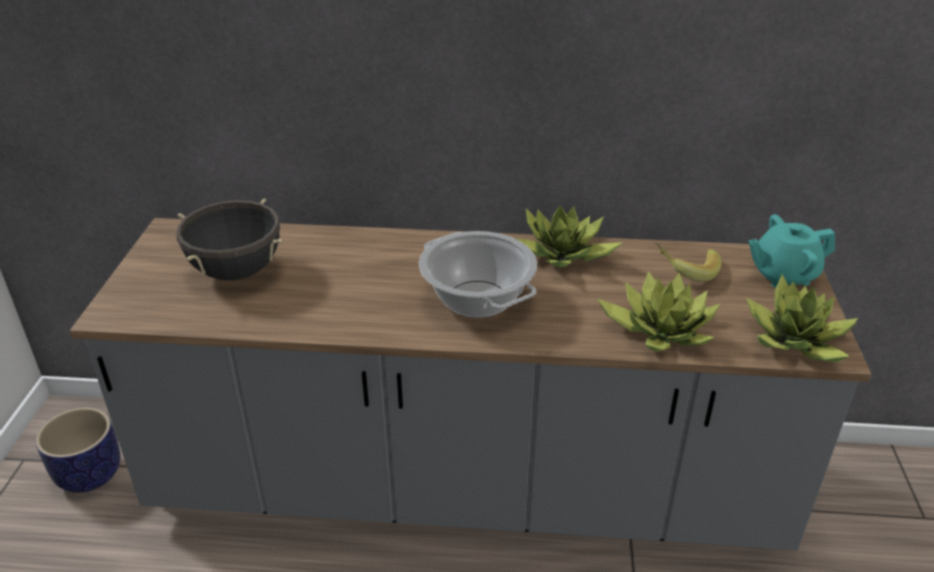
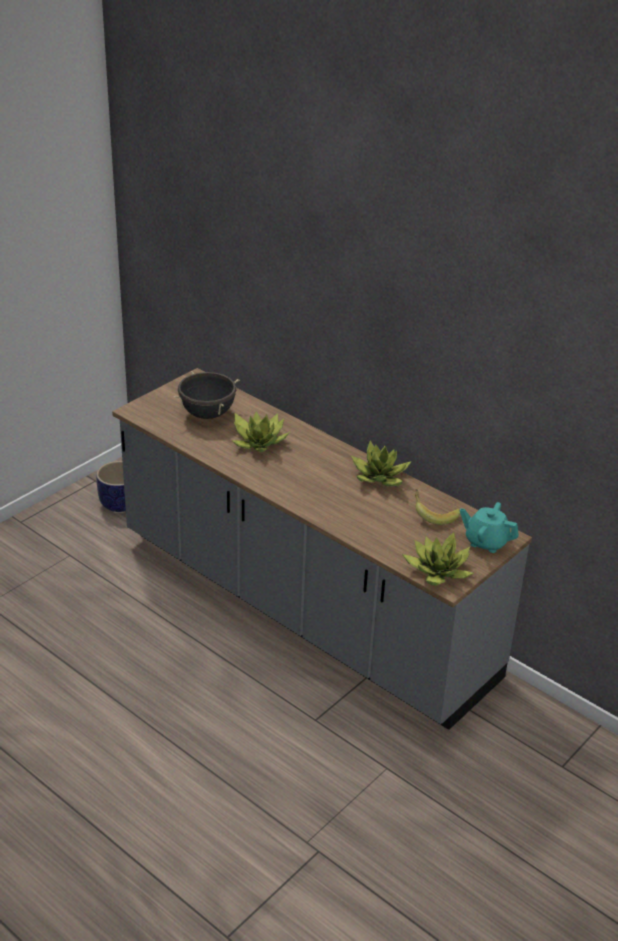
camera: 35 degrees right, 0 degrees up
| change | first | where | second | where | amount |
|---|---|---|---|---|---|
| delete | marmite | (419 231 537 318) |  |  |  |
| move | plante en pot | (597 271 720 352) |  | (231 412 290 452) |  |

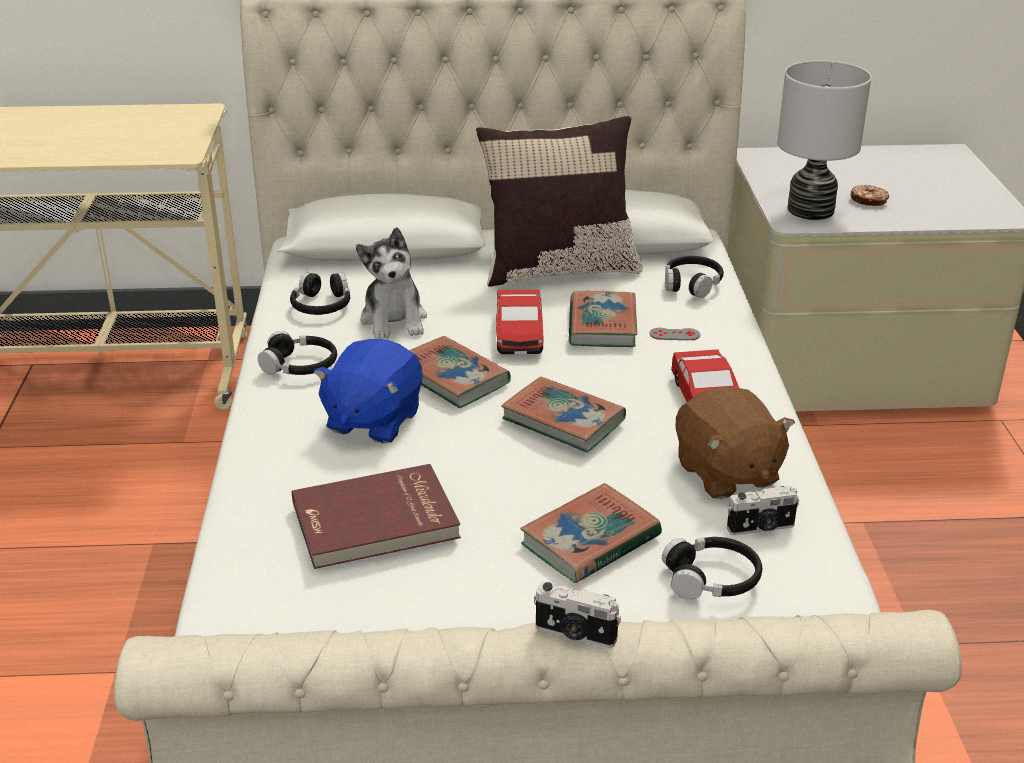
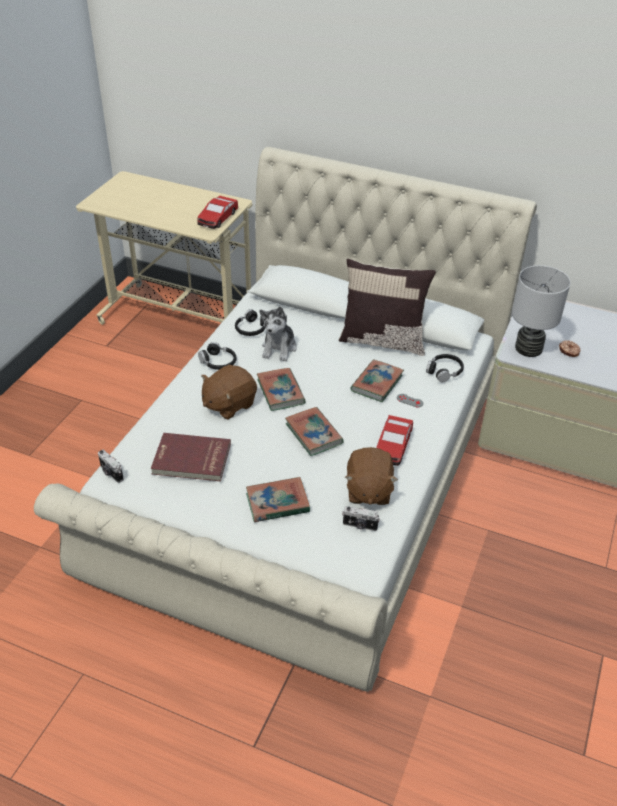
camera: 25 degrees right, 10 degrees up
| change | first | where | second | where | amount |
|---|---|---|---|---|---|
| move | petite voiture | (496 290 543 354) |  | (197 196 238 229) |  |
| recolor | peluche/bleu | (313 339 423 444) | peluche/marron | (201 365 257 419) |  |
| delete | casque audio/noir | (662 537 762 600) |  |  |  |
| move | appareil photo | (534 582 621 648) |  | (98 450 124 483) |  |

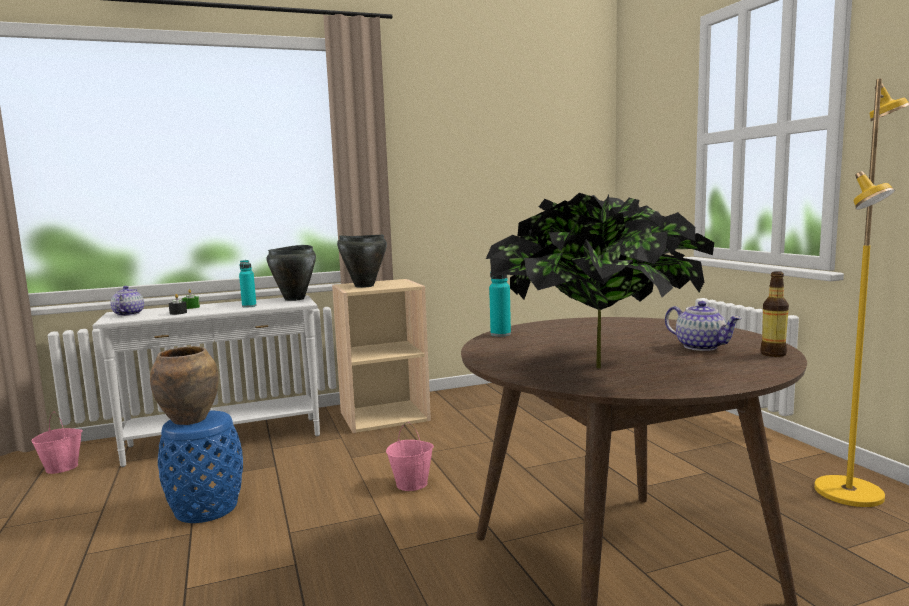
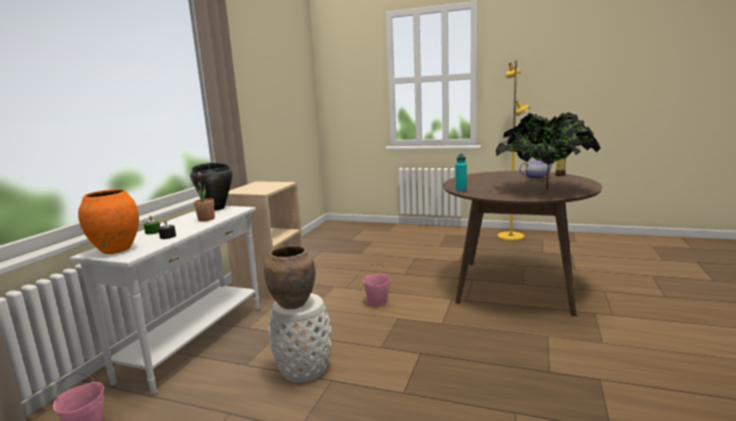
camera: 50 degrees left, 5 degrees up
| change | first | where | second | where | amount |
|---|---|---|---|---|---|
| delete | marmite/noir | (337 234 387 288) |  |  |  |
| replace | bouteille/turquoise | (239 260 257 308) | plante en pot | (194 172 215 221) |  |
| replace | théière | (111 286 144 316) | vase/orange | (78 189 139 254) |  |
| recolor | tabouret/bleu | (158 411 243 523) | tabouret/blanc | (269 293 332 382) |  |

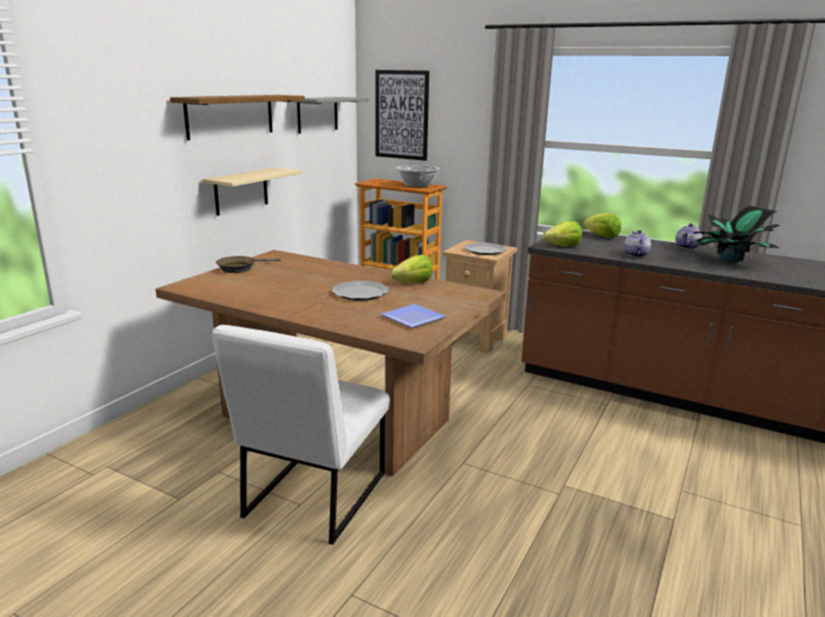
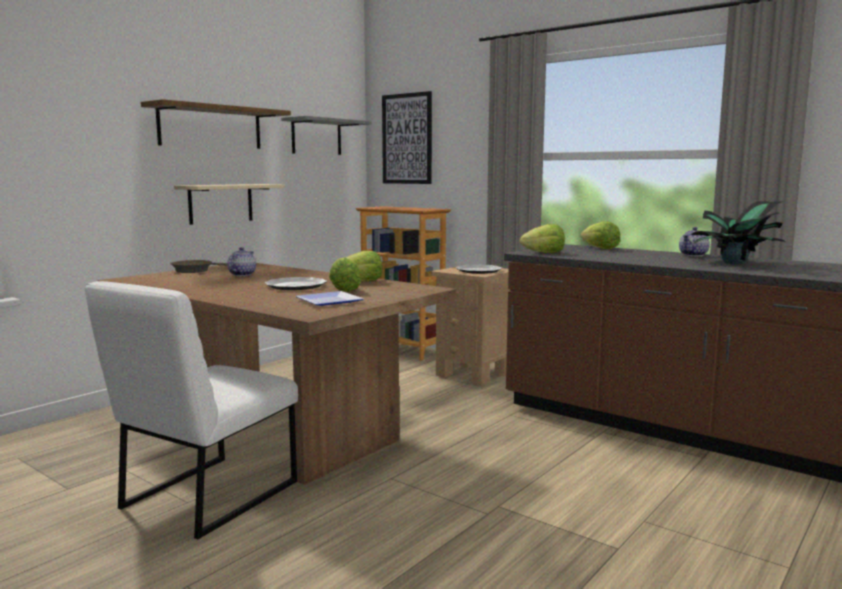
camera: 10 degrees right, 10 degrees down
| change | first | where | second | where | amount |
|---|---|---|---|---|---|
| delete | marmite | (396 165 440 188) |  |  |  |
| move | théière | (624 230 651 257) |  | (227 247 256 276) |  |
| insert |  |  | laitue | (329 257 361 292) |  |

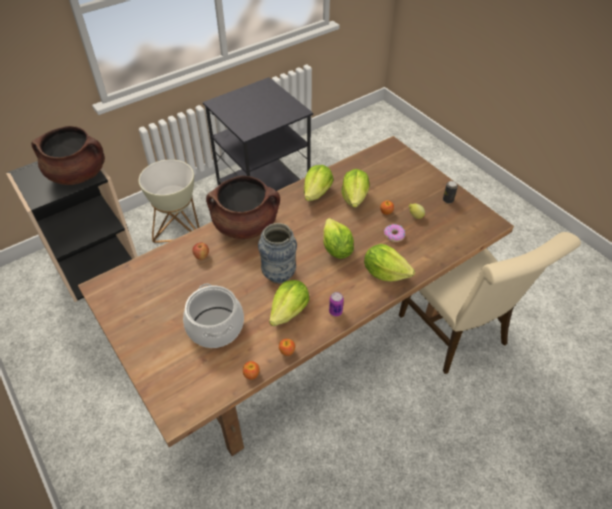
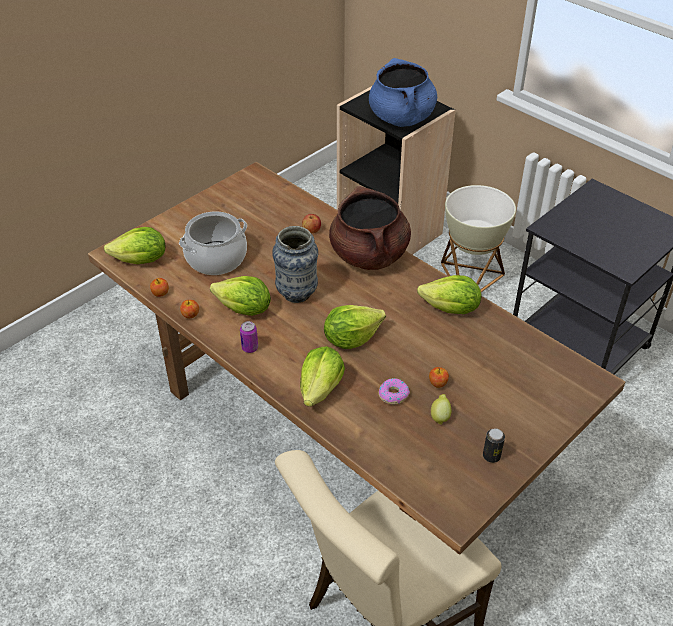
camera: 80 degrees right, 5 degrees down
| change | first | where | second | where | amount |
|---|---|---|---|---|---|
| recolor | marmite/marron | (31 126 105 185) | marmite/bleu | (369 58 437 127) |  |
| move | laitue | (342 169 369 208) |  | (104 227 165 264) |  |

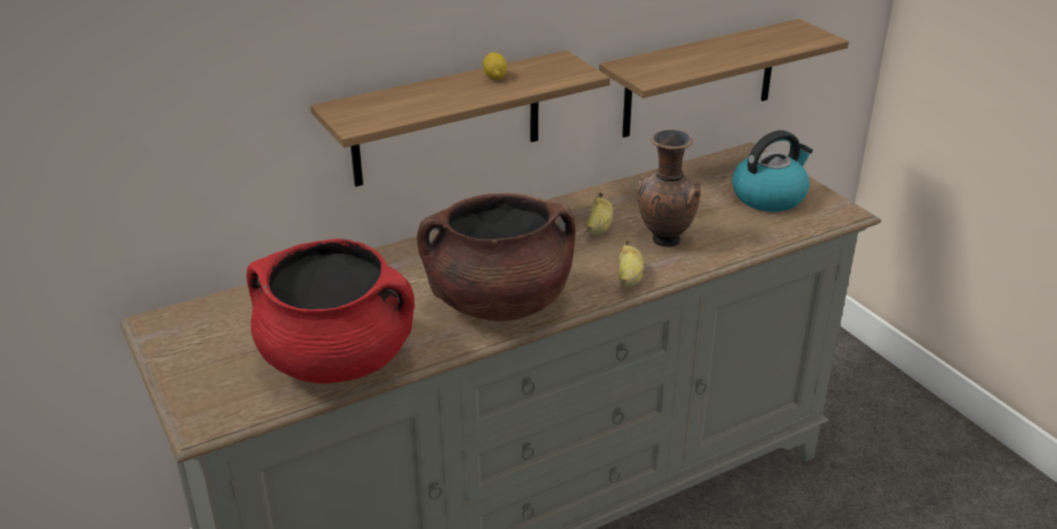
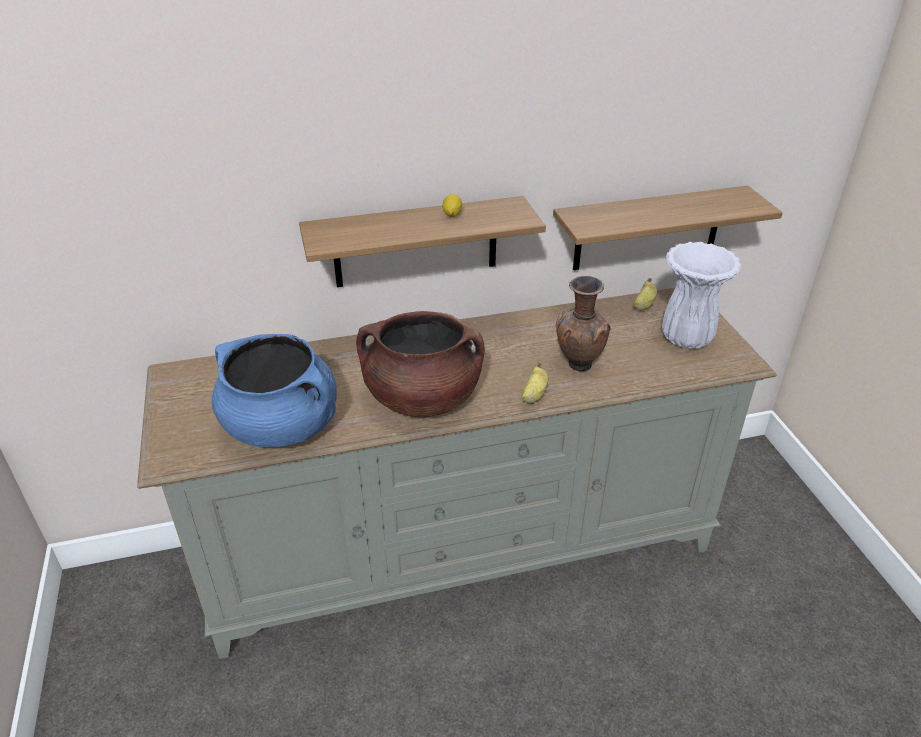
camera: 15 degrees right, 5 degrees up
| change | first | where | second | where | amount |
|---|---|---|---|---|---|
| replace | bouilloire | (732 130 813 212) | vase/blanc | (662 242 742 349) |  |
| move | banane | (587 192 613 235) |  | (633 278 657 310) |  |
| recolor | marmite/rouge | (246 239 415 384) | marmite/bleu | (212 334 337 447) |  |

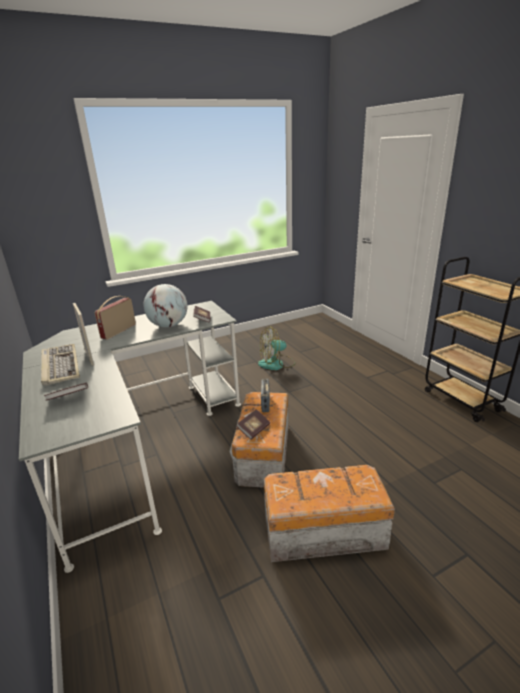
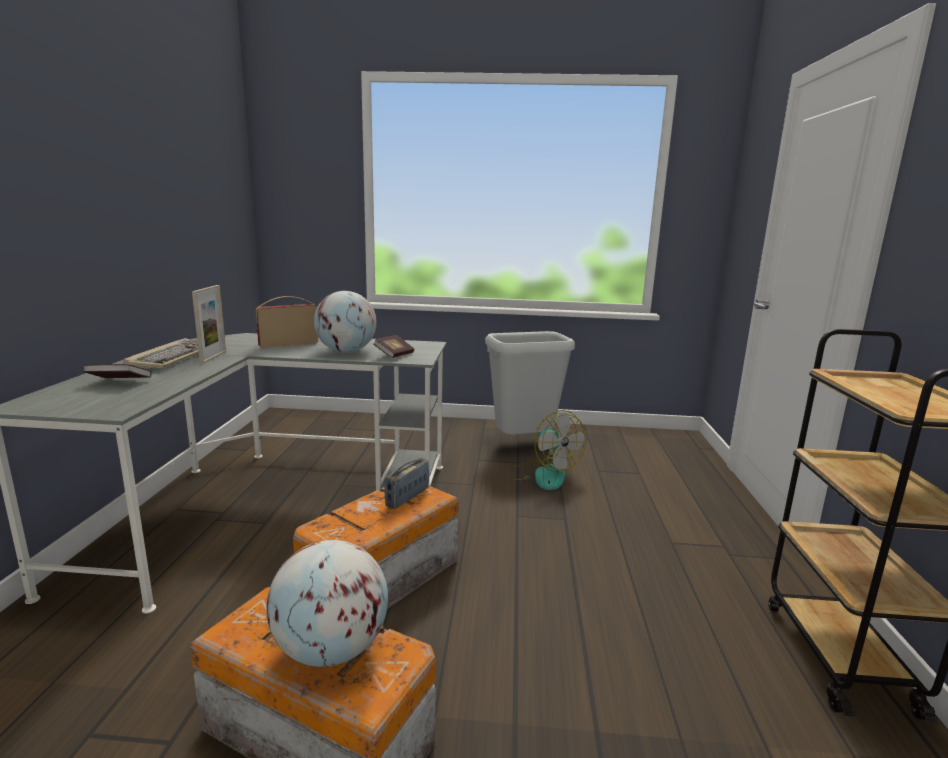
camera: 30 degrees right, 10 degrees down
| change | first | where | second | where | amount |
|---|---|---|---|---|---|
| rotate | ventilateur | (258 327 296 370) |  | (508 410 586 490) | 135 degrees counterclockwise |
| delete | livre | (237 409 270 440) |  |  |  |
| insert |  |  | poubelle/gris | (485 331 575 435) |  |
| insert |  |  | globe | (266 540 388 667) |  |

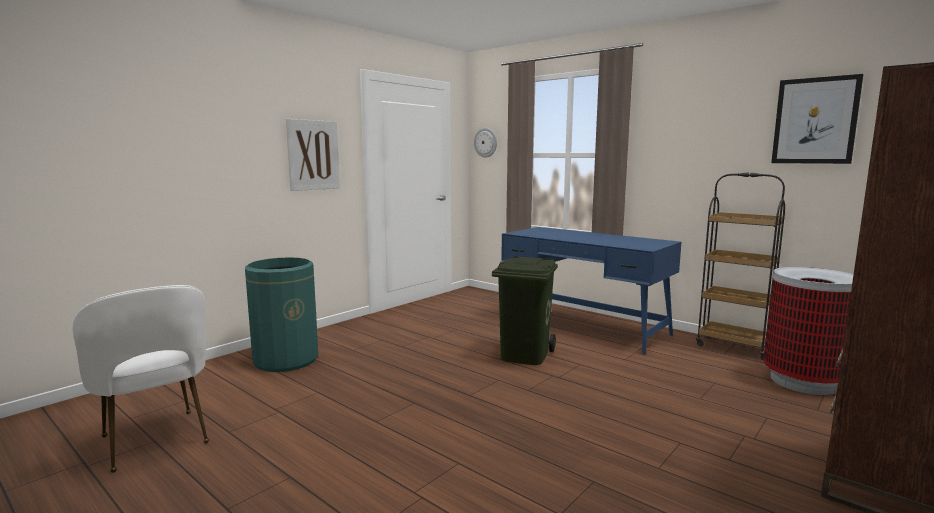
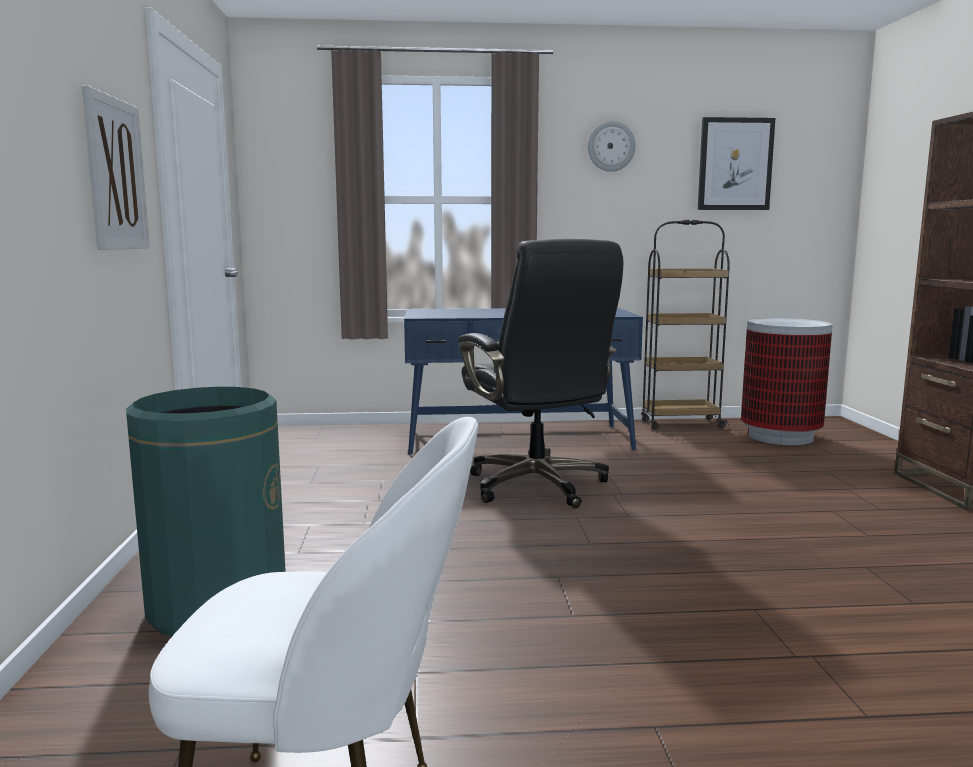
camera: 45 degrees left, 0 degrees up
| change | first | where | second | where | amount |
|---|---|---|---|---|---|
| move | horloge murale | (474 128 497 158) |  | (588 121 636 172) |  |
| replace | poubelle/vert | (492 256 558 365) | chaise de bureau/noir | (458 239 623 508) |  |

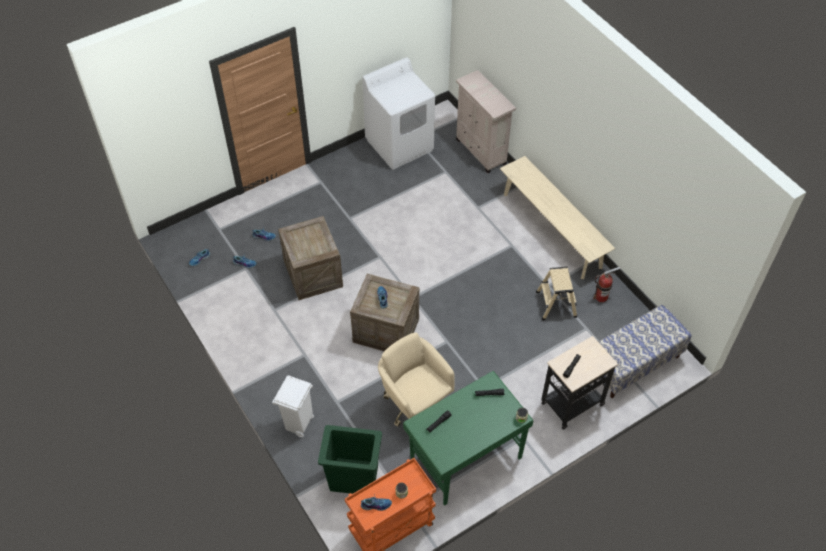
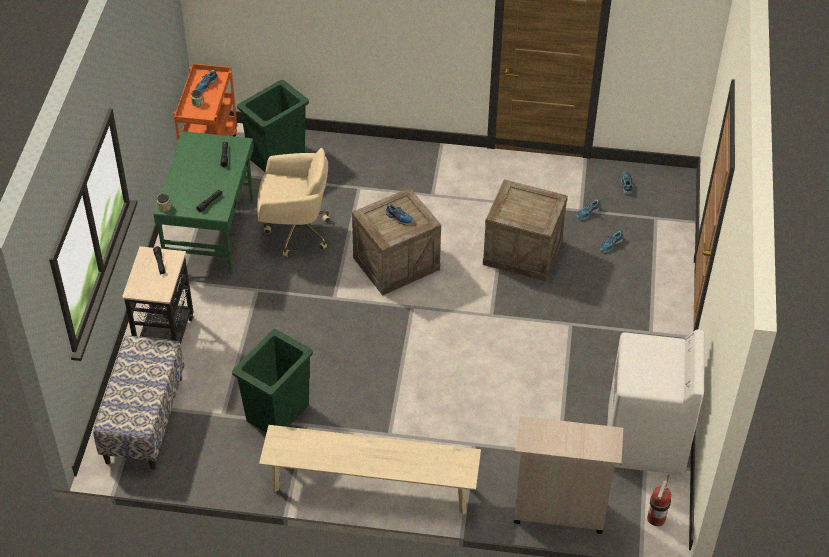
camera: 130 degrees right, 5 degrees down
| change | first | where | second | where | amount |
|---|---|---|---|---|---|
| replace | escabeau/beige | (536 267 577 321) | poubelle/vert | (232 329 313 433) |  |
| move | extincteur | (593 267 621 302) |  | (647 474 671 526) |  |
| delete | poubelle/blanc | (272 375 314 437) |  |  |  |

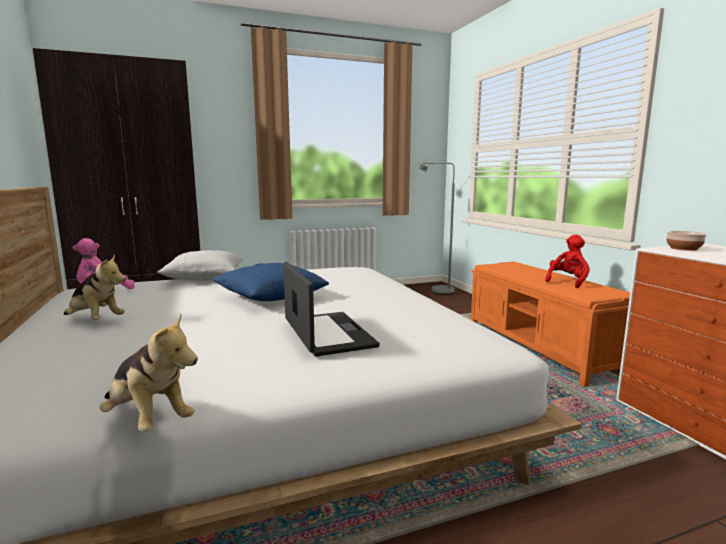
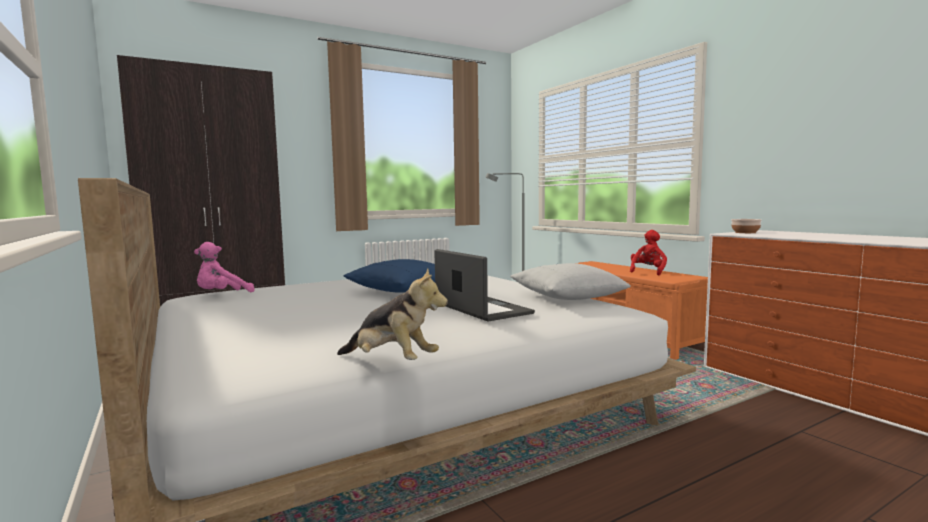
camera: 10 degrees left, 5 degrees down
| change | first | where | second | where | amount |
|---|---|---|---|---|---|
| move | coussin/gris | (157 250 243 281) |  | (510 263 631 300) |  |
| delete | peluche | (64 254 126 320) |  |  |  |

